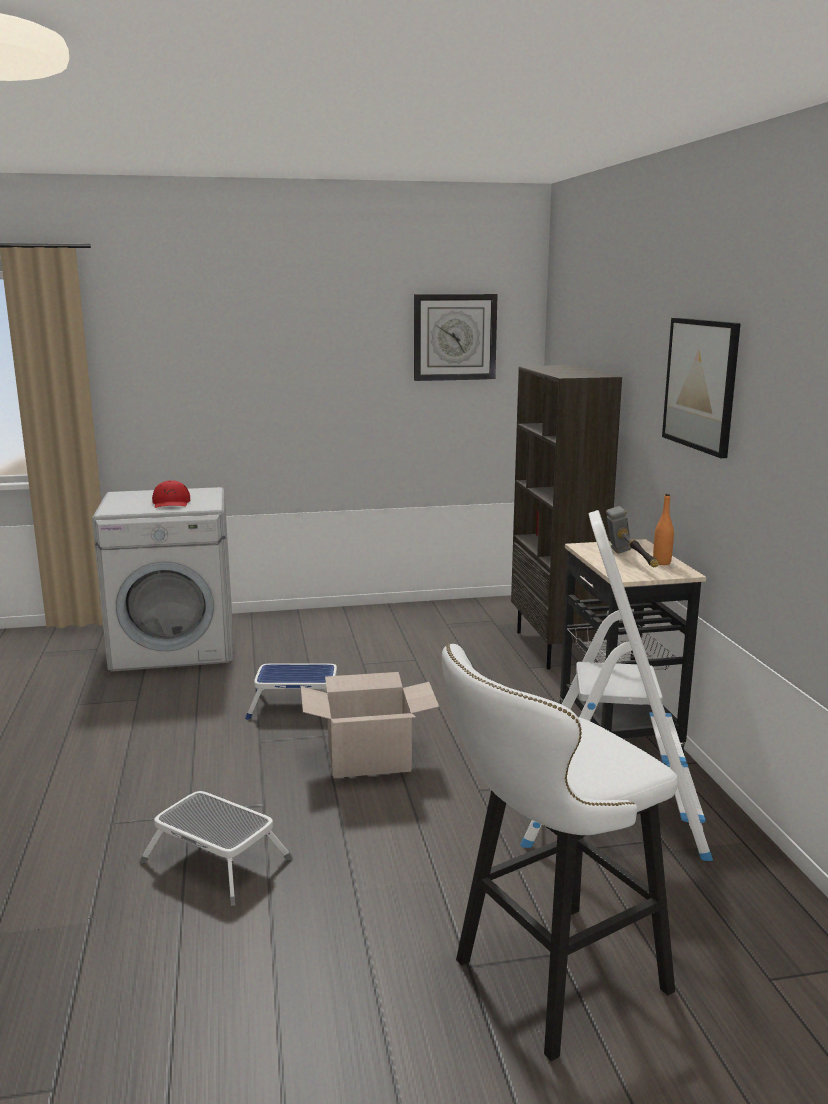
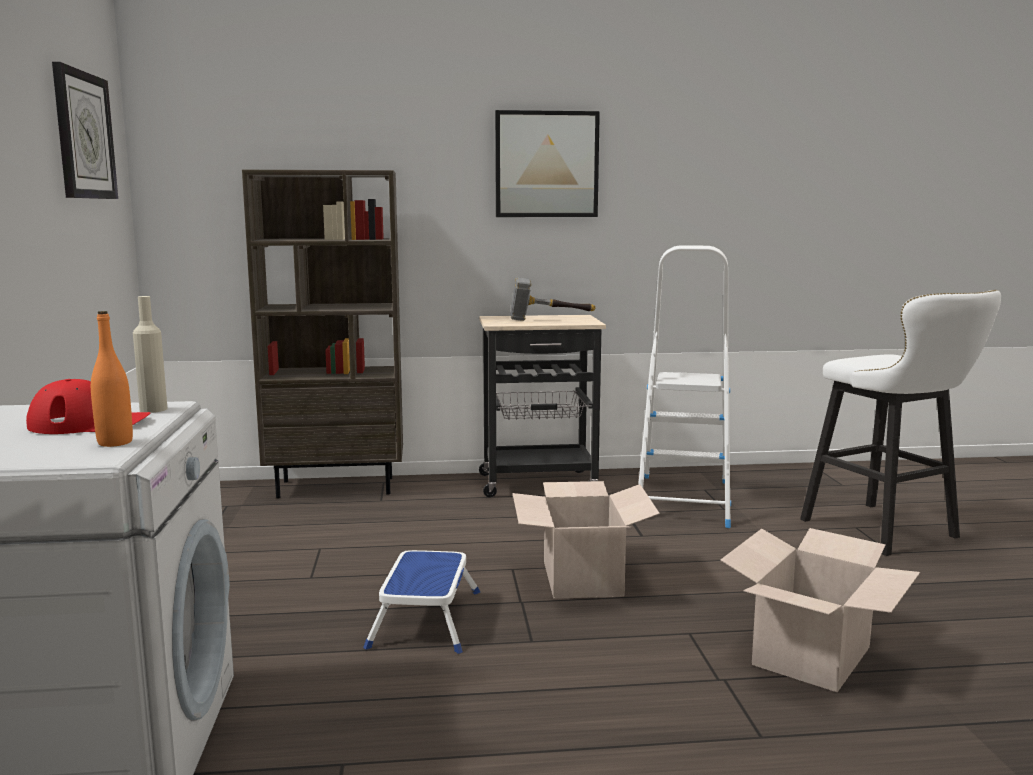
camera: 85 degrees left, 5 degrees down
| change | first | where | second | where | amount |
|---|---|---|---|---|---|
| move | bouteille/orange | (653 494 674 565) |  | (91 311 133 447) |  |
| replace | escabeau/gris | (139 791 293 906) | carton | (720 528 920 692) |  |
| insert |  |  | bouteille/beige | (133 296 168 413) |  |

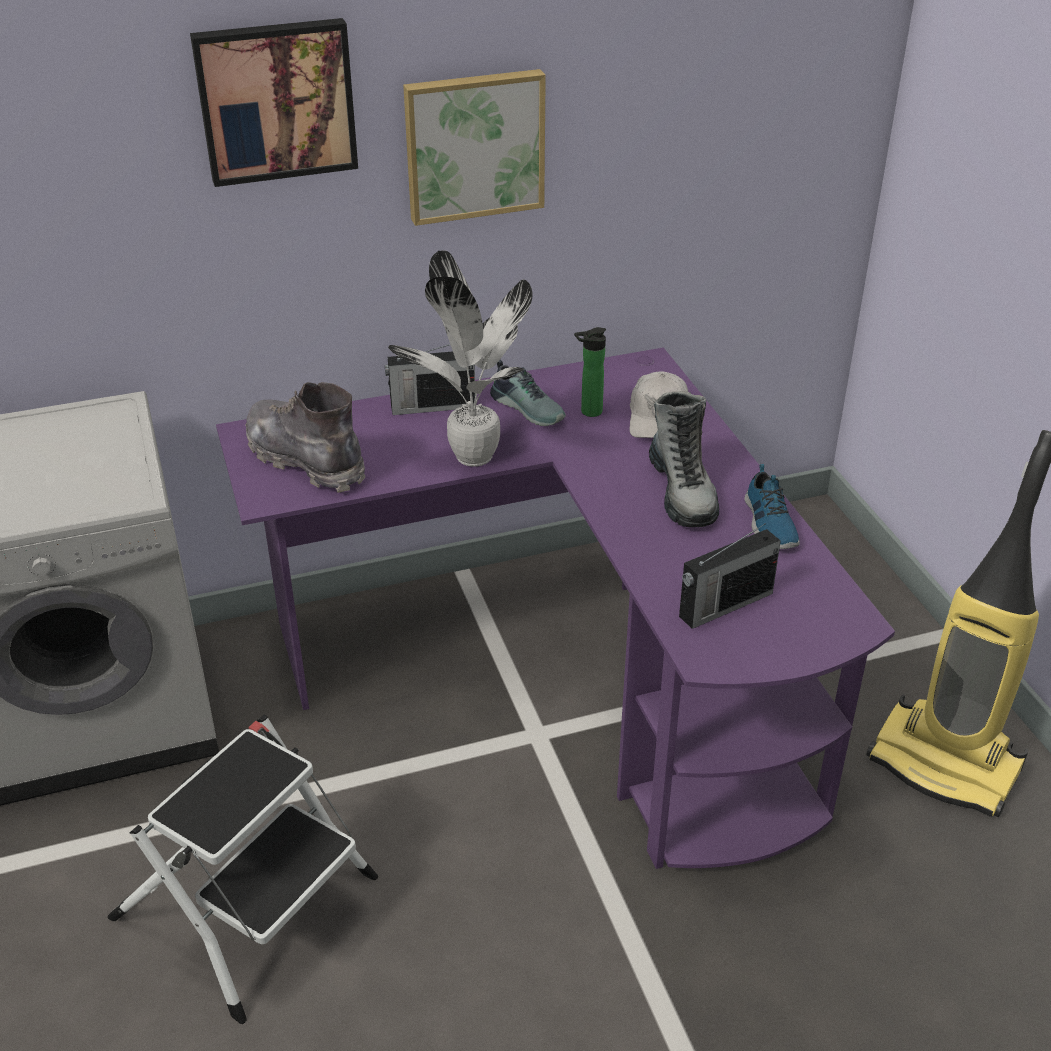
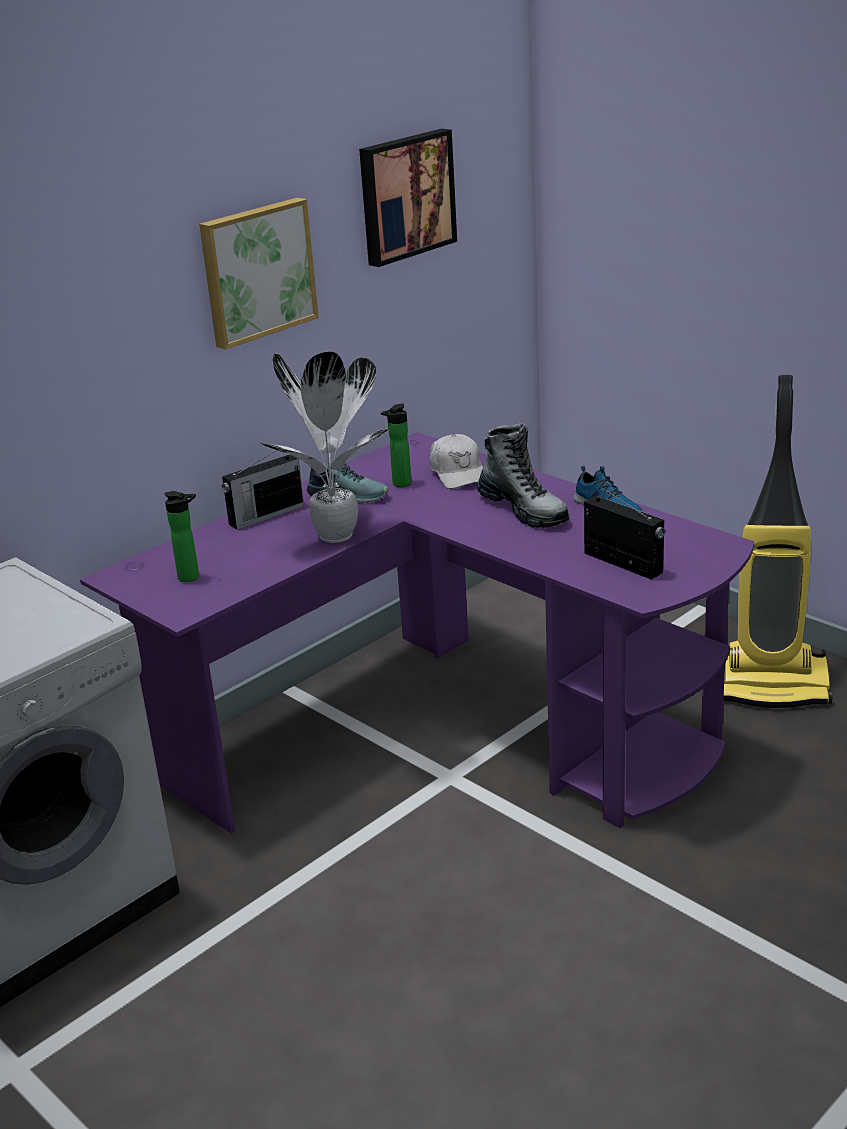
camera: 25 degrees left, 10 degrees down
| change | first | where | second | where | amount |
|---|---|---|---|---|---|
| move | tableau | (190 18 358 187) |  | (359 129 457 267) |  |
| replace | botte/gris | (245 382 365 493) | bouteille | (164 491 199 582) |  |
| rotate | radio | (679 524 781 629) |  | (584 486 665 580) | 75 degrees counterclockwise |
| delete | escabeau | (107 714 378 1024) |  |  |  |

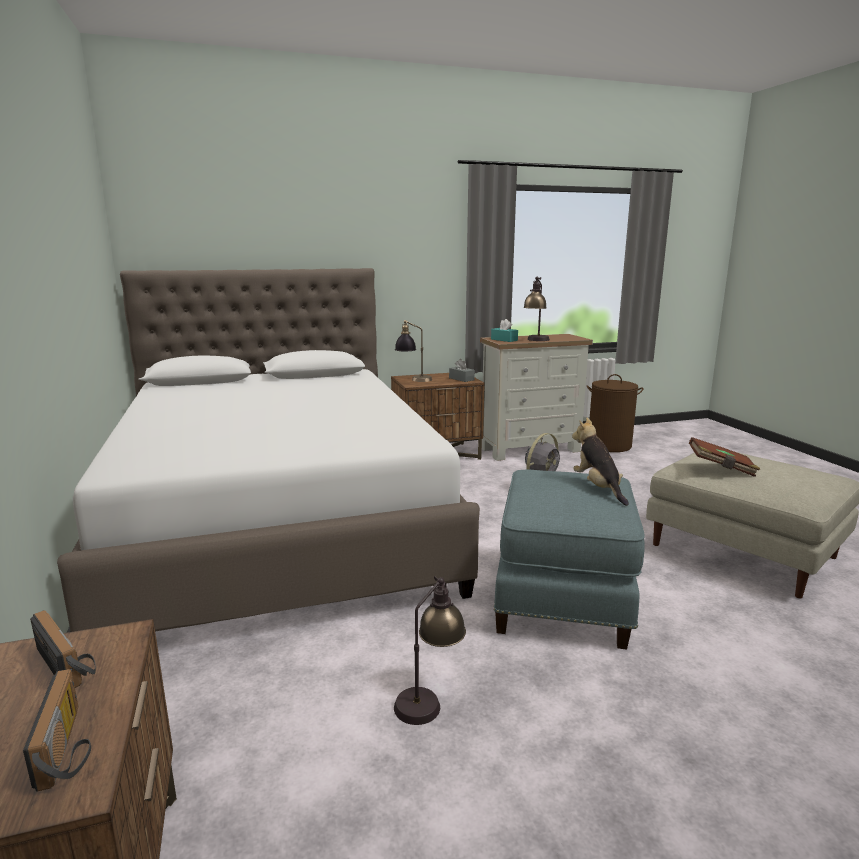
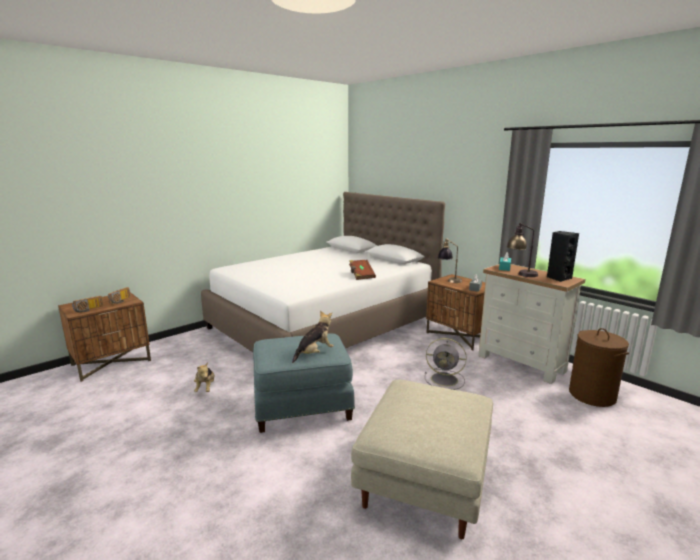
camera: 65 degrees right, 0 degrees up
| change | first | where | second | where | amount |
|---|---|---|---|---|---|
| move | livre/marron | (689 437 760 477) |  | (349 260 376 280) |  |
| replace | lampe de table | (394 576 466 725) | peluche | (194 362 215 392) |  |
| insert |  |  | enceinte/noir | (547 231 579 282) |  |

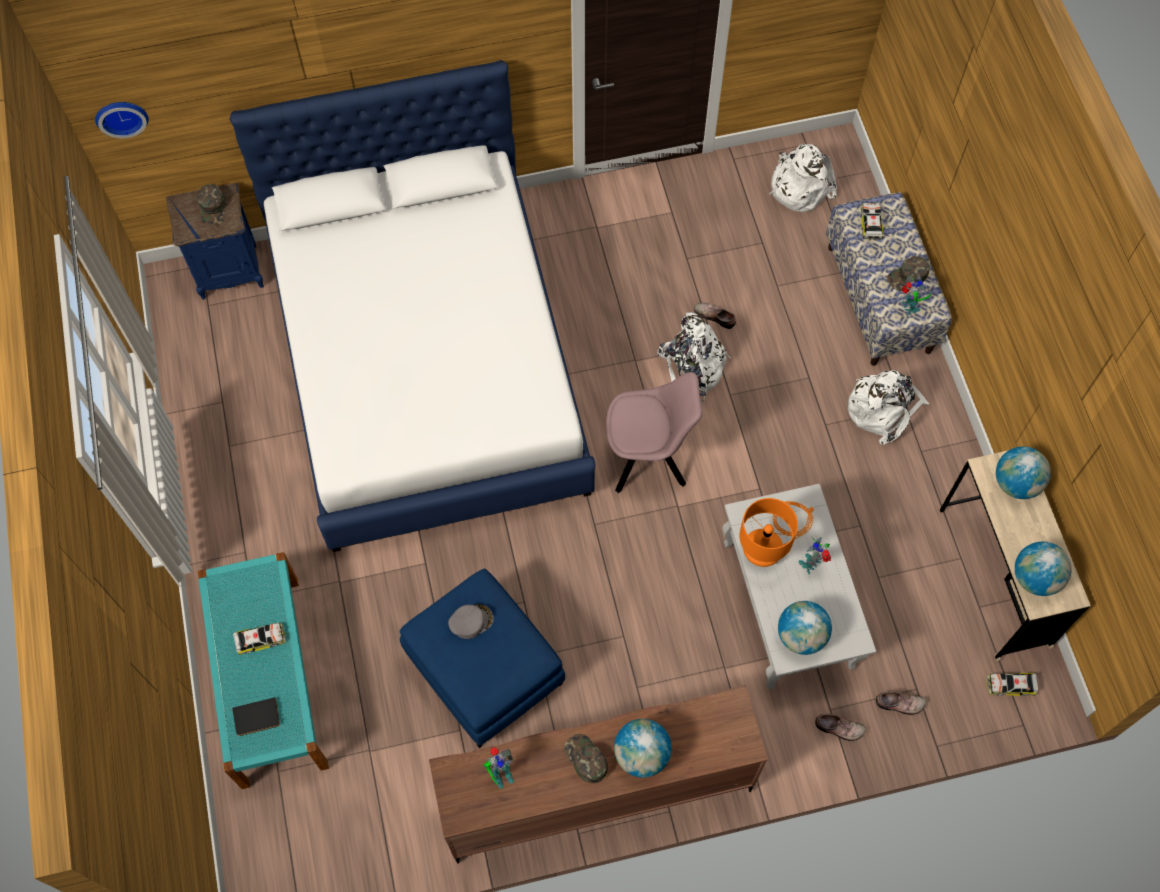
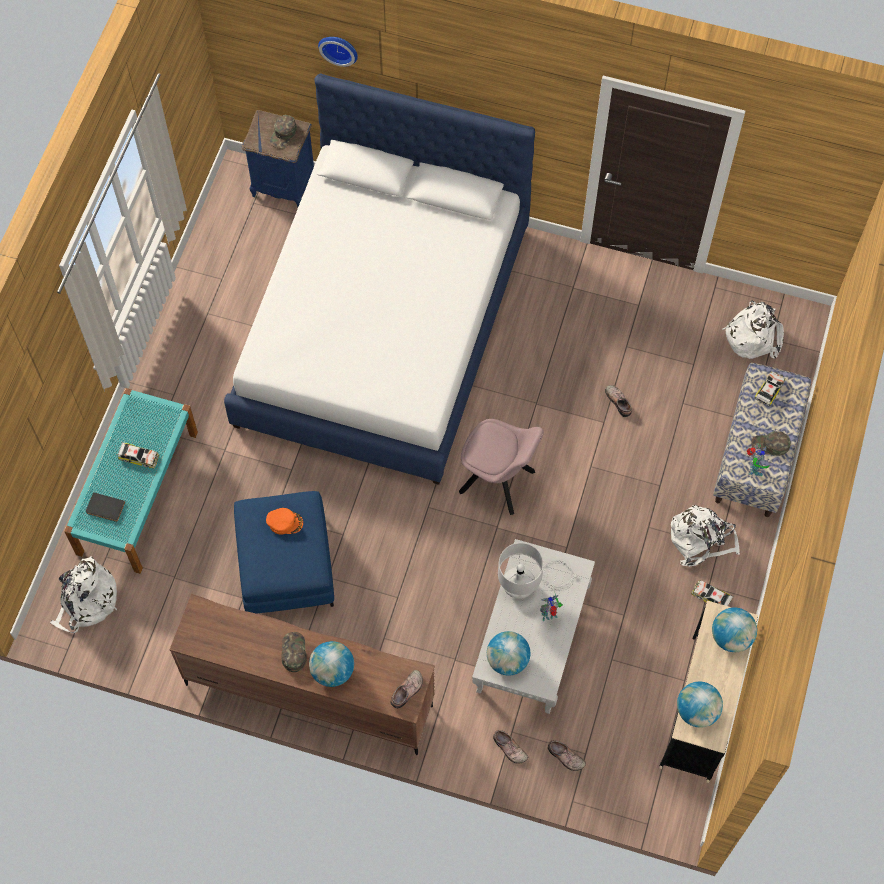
camera: 30 degrees right, 0 degrees up
| change | first | where | second | where | amount |
|---|---|---|---|---|---|
| move | horloge murale | (95 102 149 138) |  | (318 37 358 67) |  |
| move | sac à dos/blanc | (657 312 731 403) |  | (50 556 117 633) |  |
| recolor | lampe de table/orange | (740 498 814 567) | lampe de table/blanc | (498 543 578 599) |  |
| recolor | casquette/gris | (448 604 494 639) | casquette/orange | (266 508 303 535) |  |
| move | petite voiture | (987 673 1039 696) |  | (691 580 733 606) |  |
| delete | robot jouet | (483 746 514 788) |  |  |  |
| insert |  |  | chaussure | (390 670 423 708) |  |

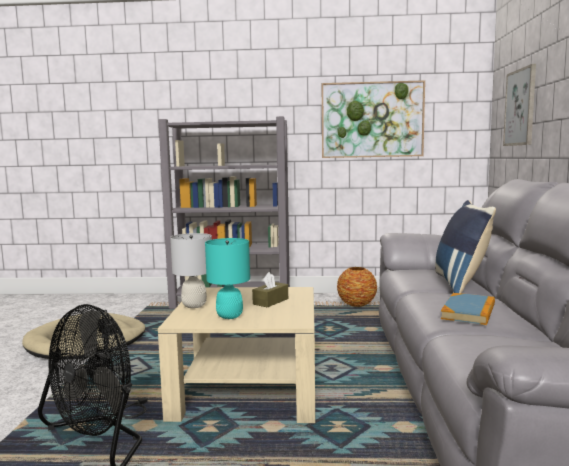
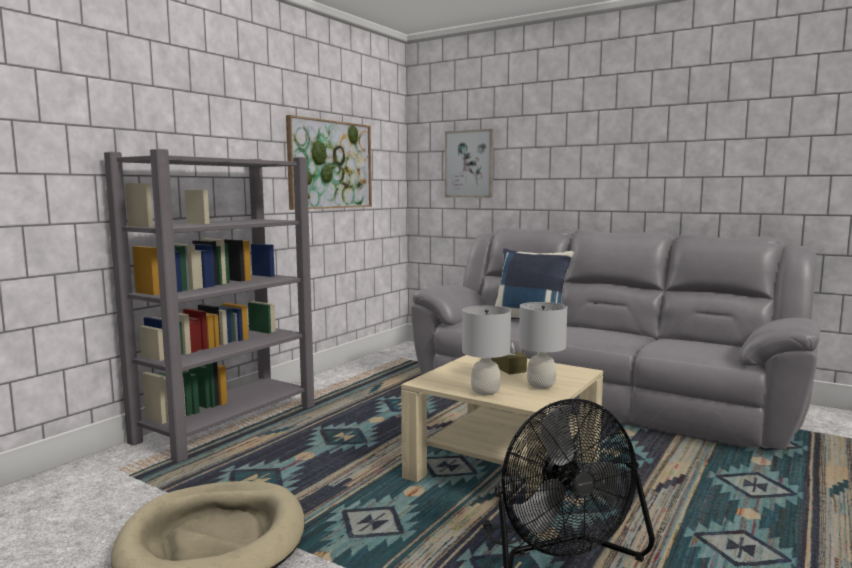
camera: 60 degrees left, 0 degrees up
| change | first | where | second | where | amount |
|---|---|---|---|---|---|
| recolor | lampe de table/turquoise | (205 238 250 319) | lampe de table/gris | (519 302 567 389) |  |
| delete | vase | (337 267 377 307) |  |  |  |
| delete | livre | (441 293 495 325) |  |  |  |

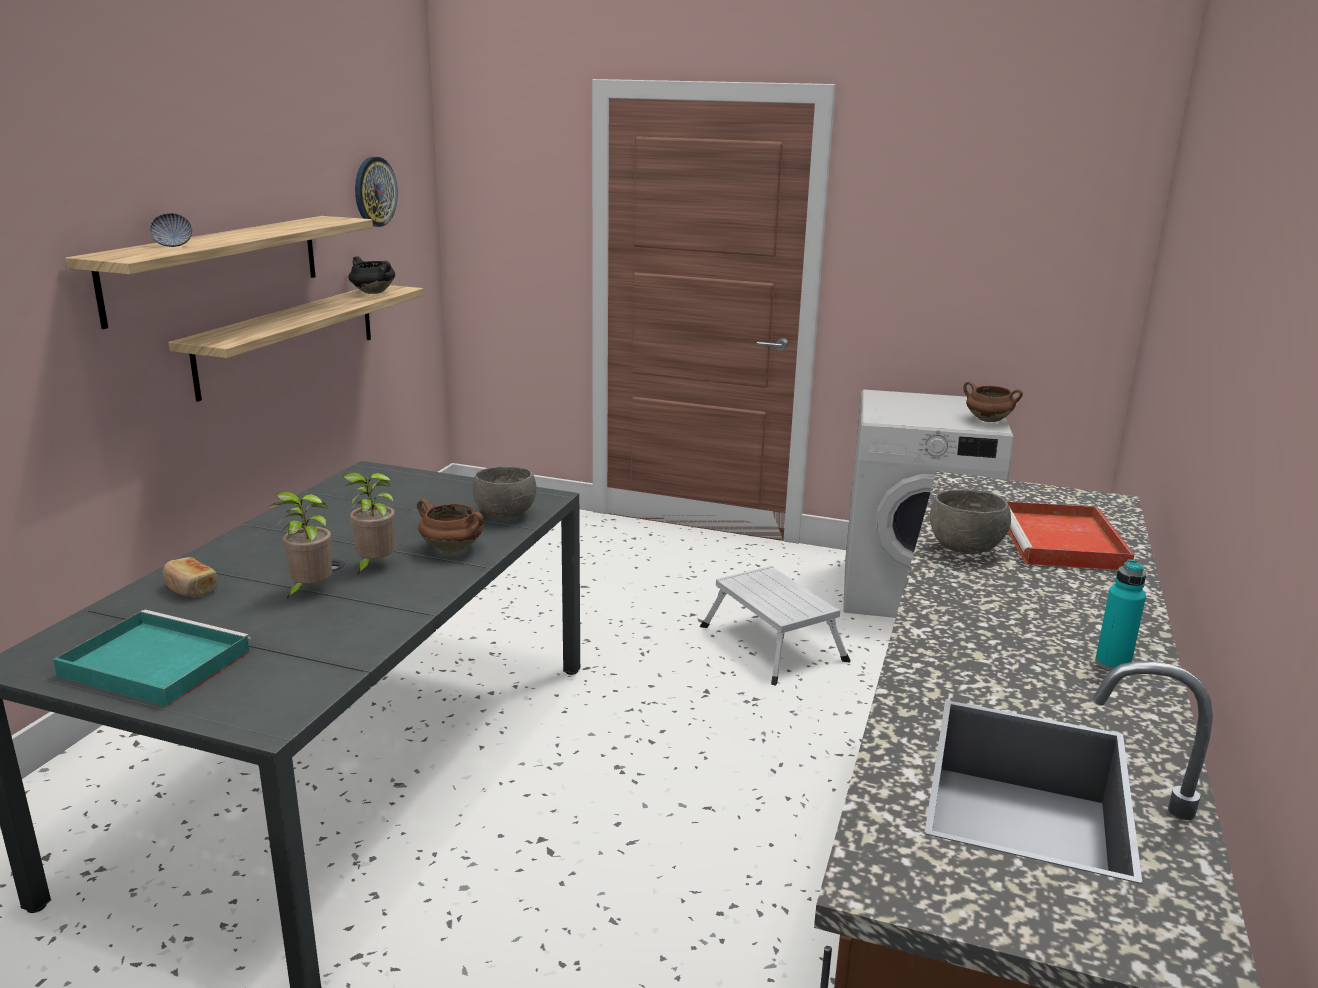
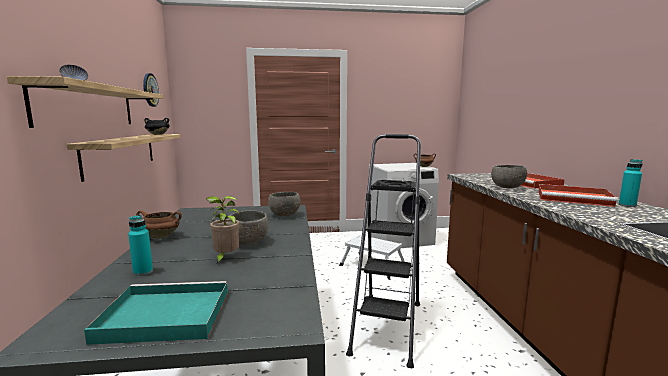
camera: 25 degrees left, 10 degrees down
| change | first | where | second | where | amount |
|---|---|---|---|---|---|
| replace | plante en pot | (342 472 395 575) | bol/gris | (228 211 268 245) |  |
| move | marmite/marron | (417 499 483 553) |  | (136 210 182 239) |  |
| replace | pain | (163 557 218 597) | bouteille/turquoise | (128 215 153 276) |  |
| insert |  |  | escabeau | (346 134 421 369) |  |
| insert |  |  | plateau/rouge | (538 184 617 207) |  |

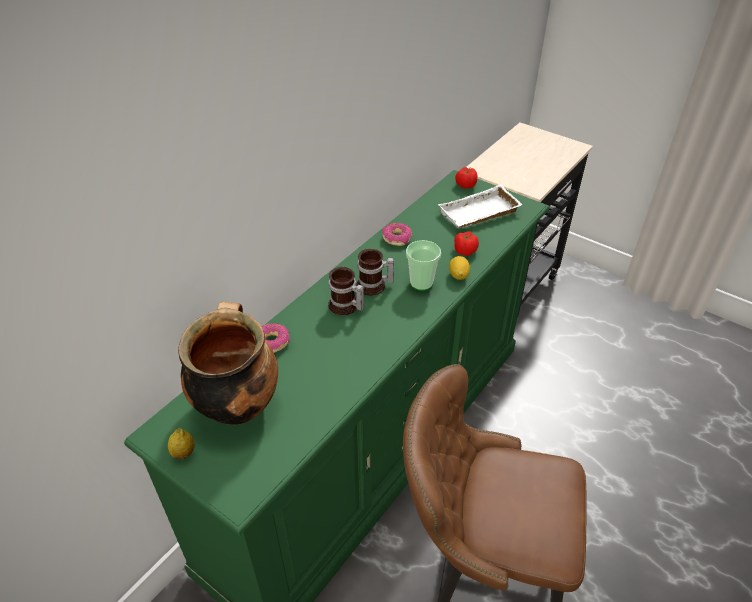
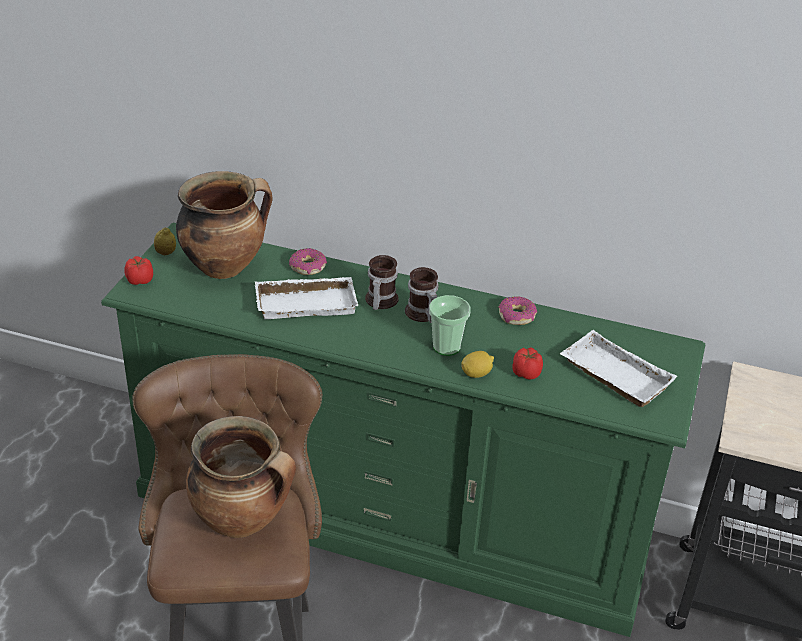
camera: 70 degrees right, 5 degrees down
| change | first | where | second | where | amount |
|---|---|---|---|---|---|
| move | tomate | (455 167 477 189) |  | (124 256 153 285) |  |
| insert |  |  | plateau/blanc | (255 277 358 319) |  |
| insert |  |  | marmite | (186 416 296 538) |  |

